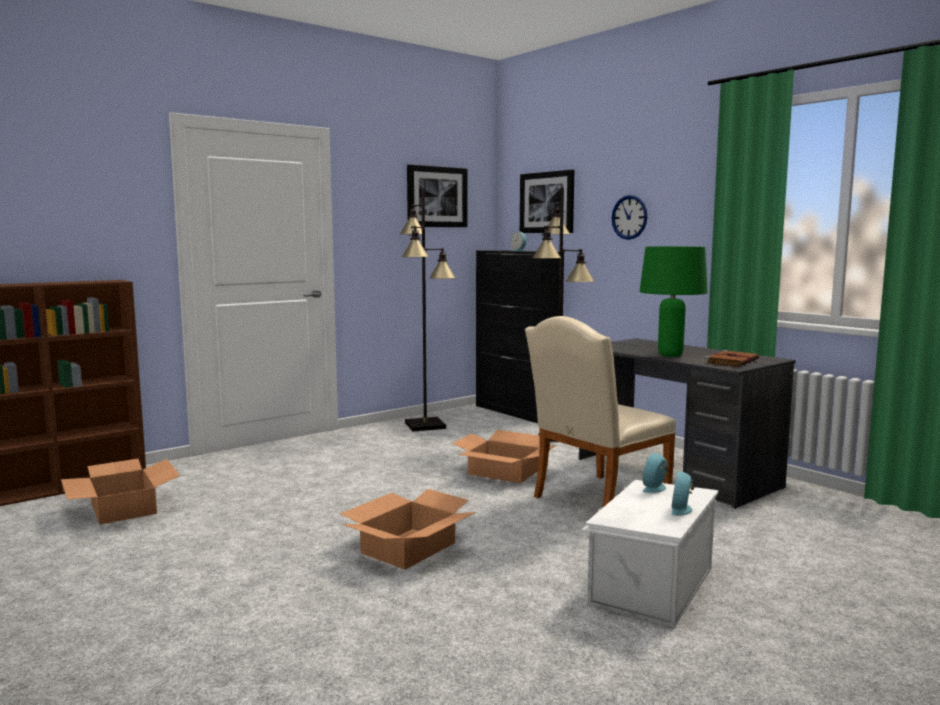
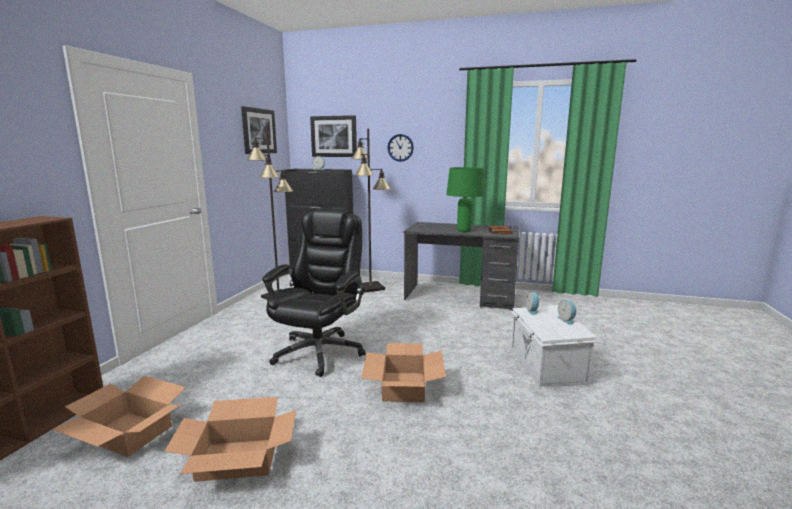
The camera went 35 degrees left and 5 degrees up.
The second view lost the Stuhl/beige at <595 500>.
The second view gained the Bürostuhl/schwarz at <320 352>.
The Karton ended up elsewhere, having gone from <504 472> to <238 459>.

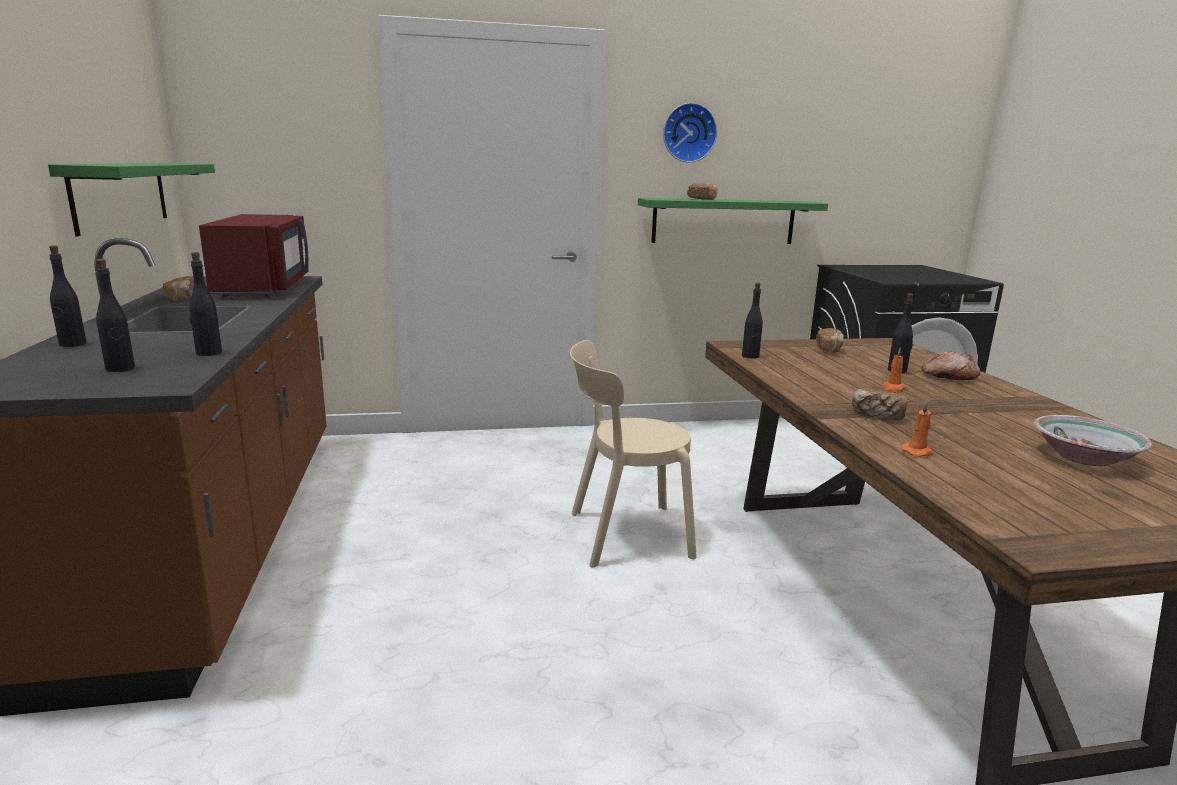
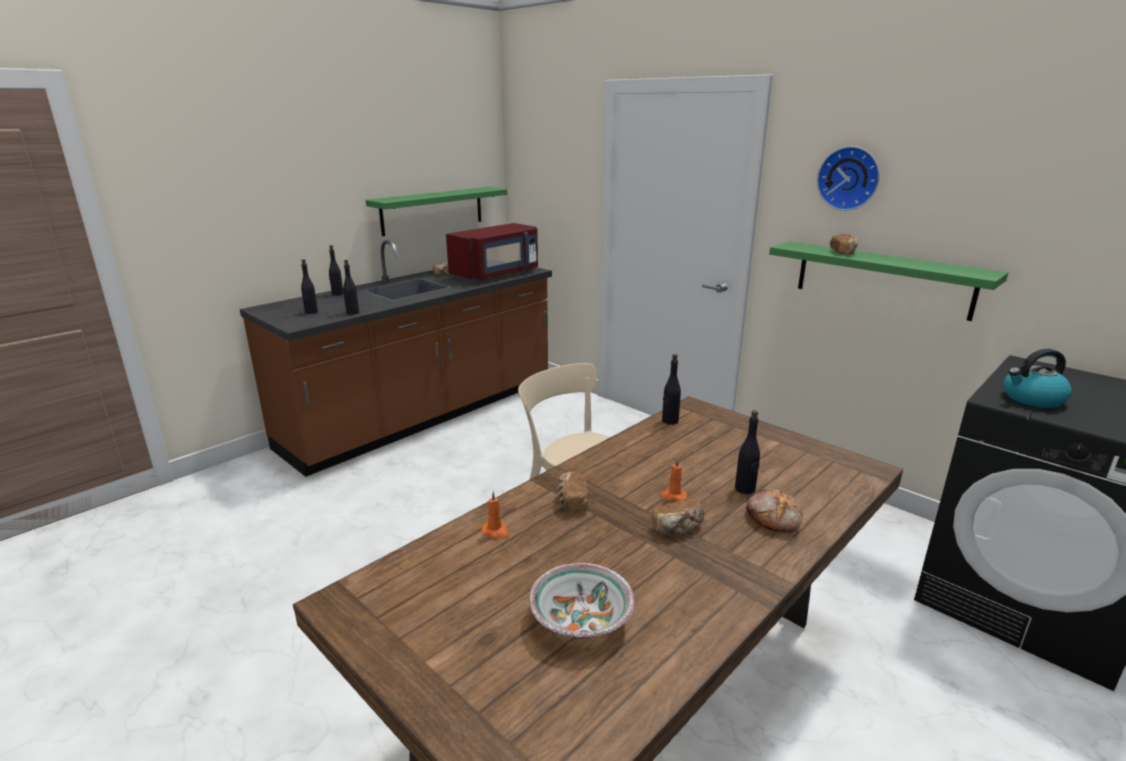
The camera went 55 degrees right and 5 degrees up.
The second view gained the Wasserkessel at <1032 399>.
The Brot ended up elsewhere, having gone from <829 349> to <677 528>.

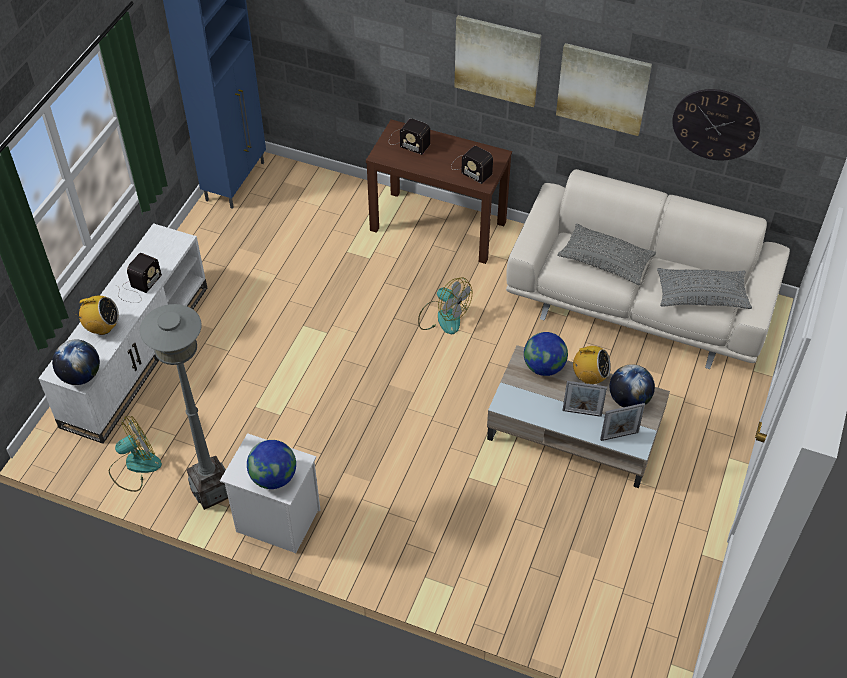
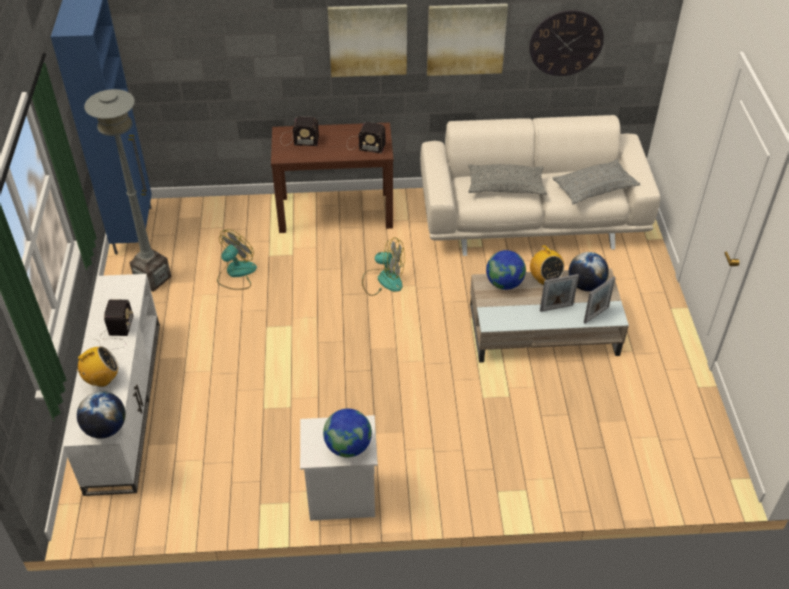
The camera went 25 degrees left and 5 degrees down.
The Ventilator ended up elsewhere, having gone from <135 466> to <236 273>.
The Stehlampe/grau ended up elsewhere, having gone from <211 491> to <152 278>.
The Radio at <589 377> ended up facing another way, 75 degrees clockwise from before.

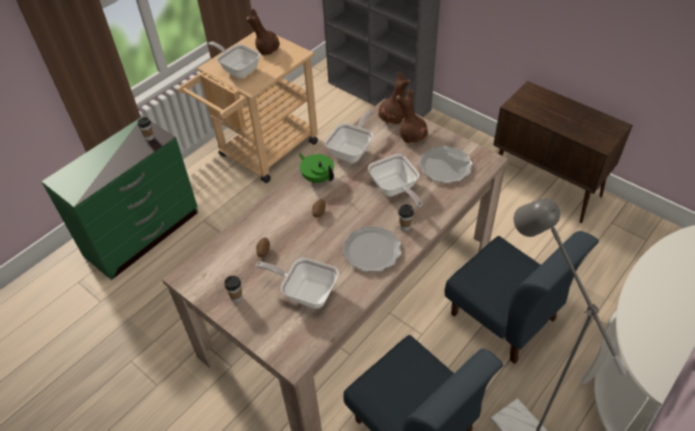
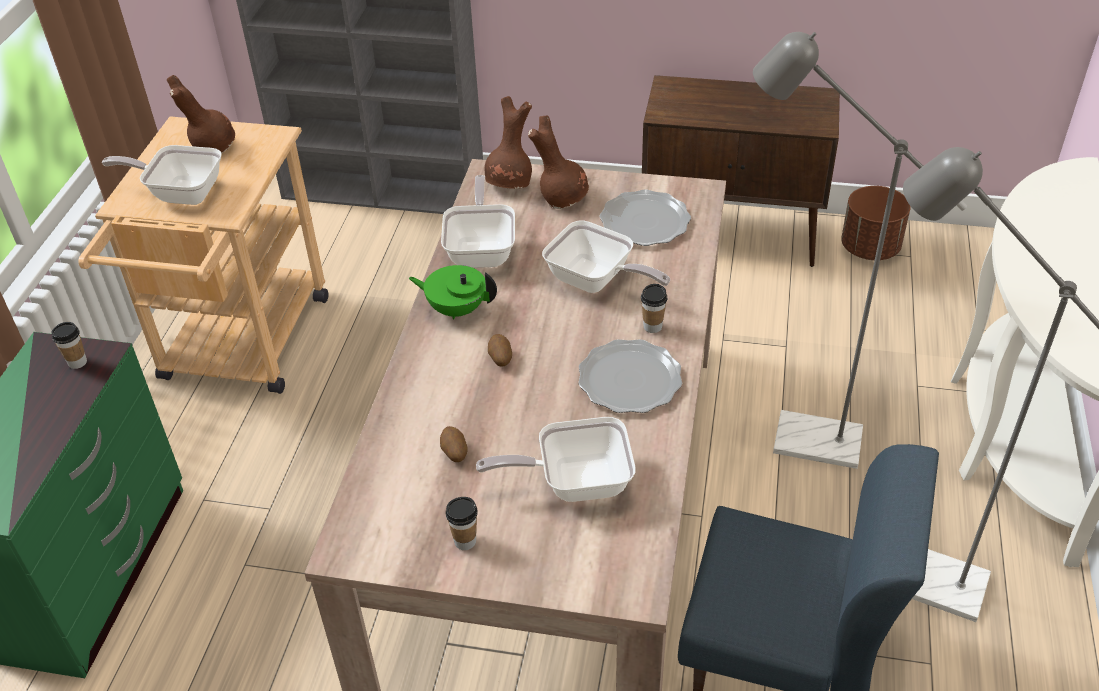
The camera went 30 degrees left and 5 degrees down.
The second view gained the Pflanzkübel/braun at <869 249>.
Where the Stuhl/blau stood at <503 317>, the Stehlampe/grau came to stand at <800 438>.

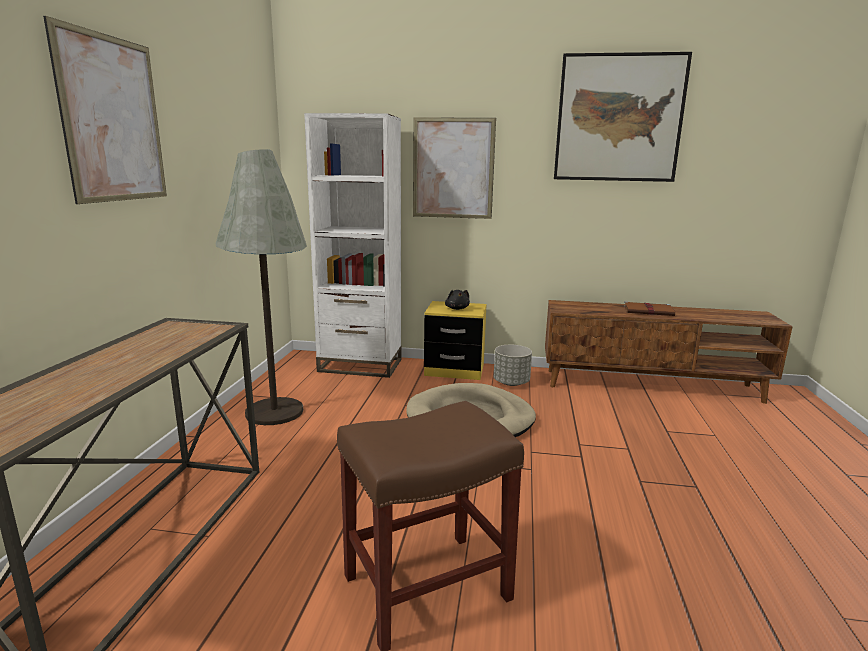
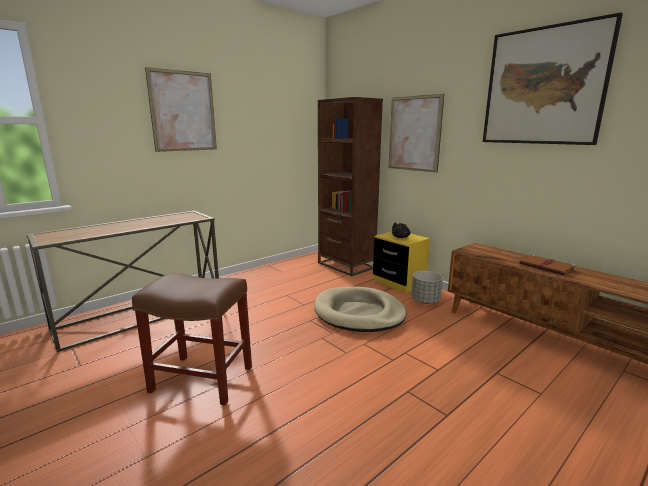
The camera went 40 degrees right and 0 degrees up.
The second view lost the Stehlampe/grau at <274 412>.
What was the Bücherregal/weiß at <360 365> turned into the Bücherregal/braun at <346 265>.

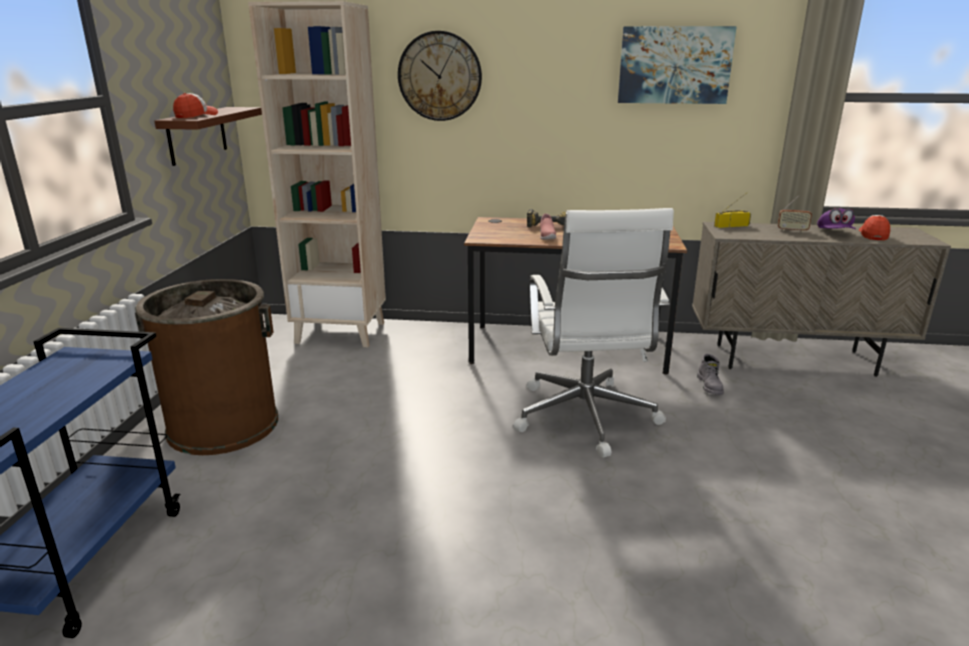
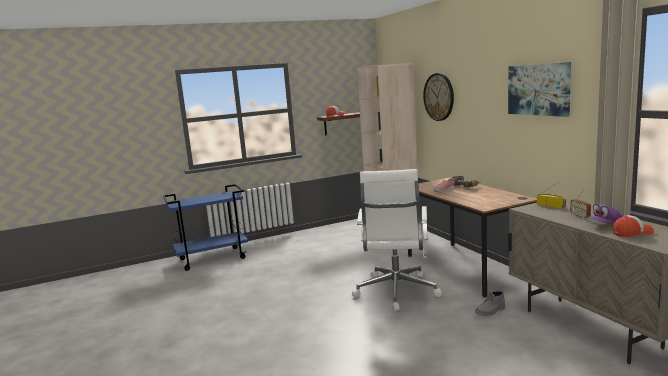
The camera went 60 degrees right and 10 degrees down.
The second view lost the Mülleimer/braun at <223 425>.
The Bürostuhl/weiß at <585 418> ended up facing another way, 45 degrees counterclockwise from before.

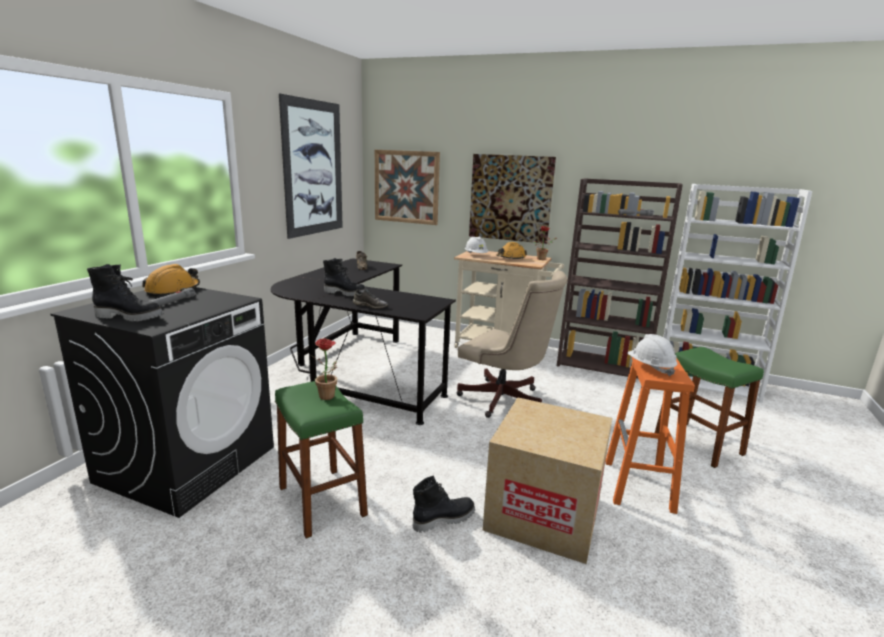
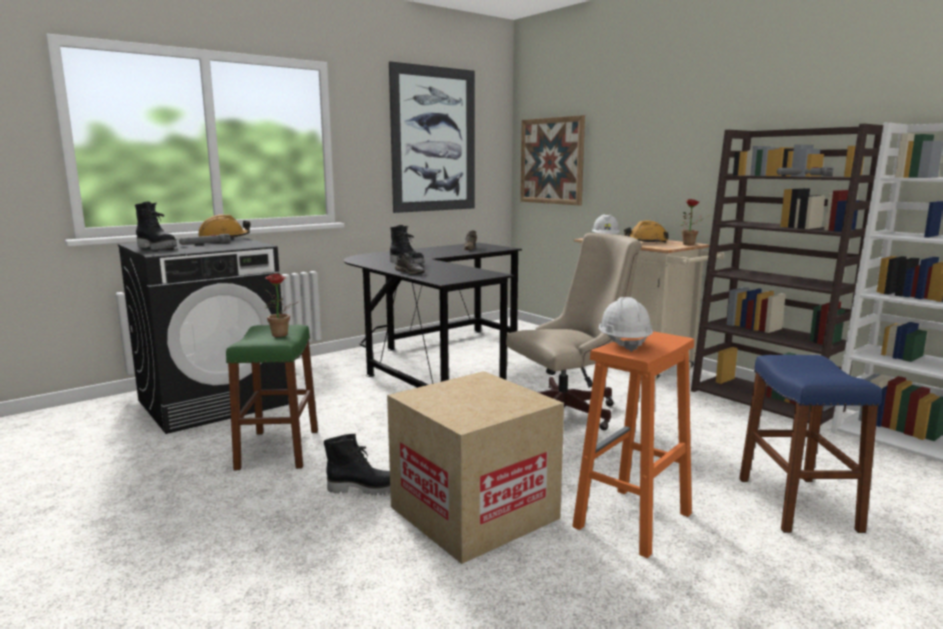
The camera went 30 degrees right and 5 degrees down.
The second view lost the Bild at <510 198>.
What was the Hocker/grün at <698 444> turned into the Hocker/blau at <797 504>.
The Bürostuhl/beige at <505 401> ended up facing another way, 90 degrees counterclockwise from before.

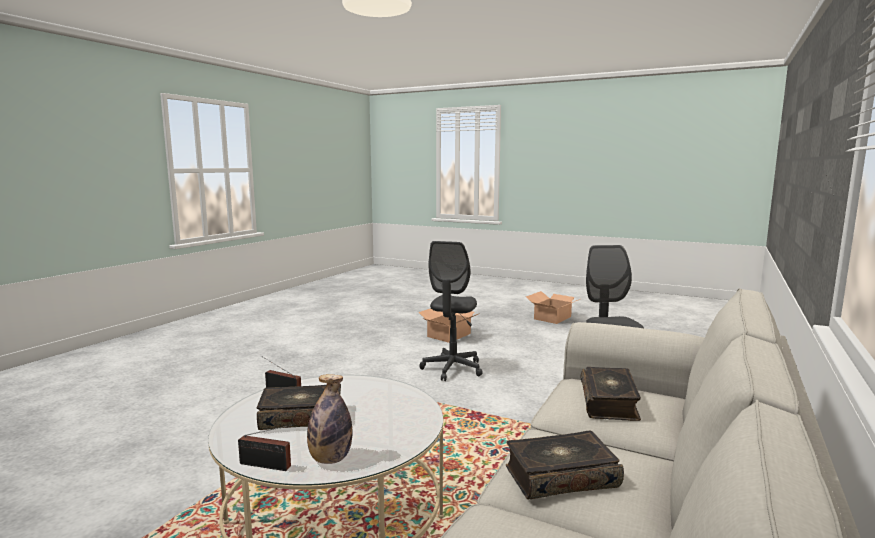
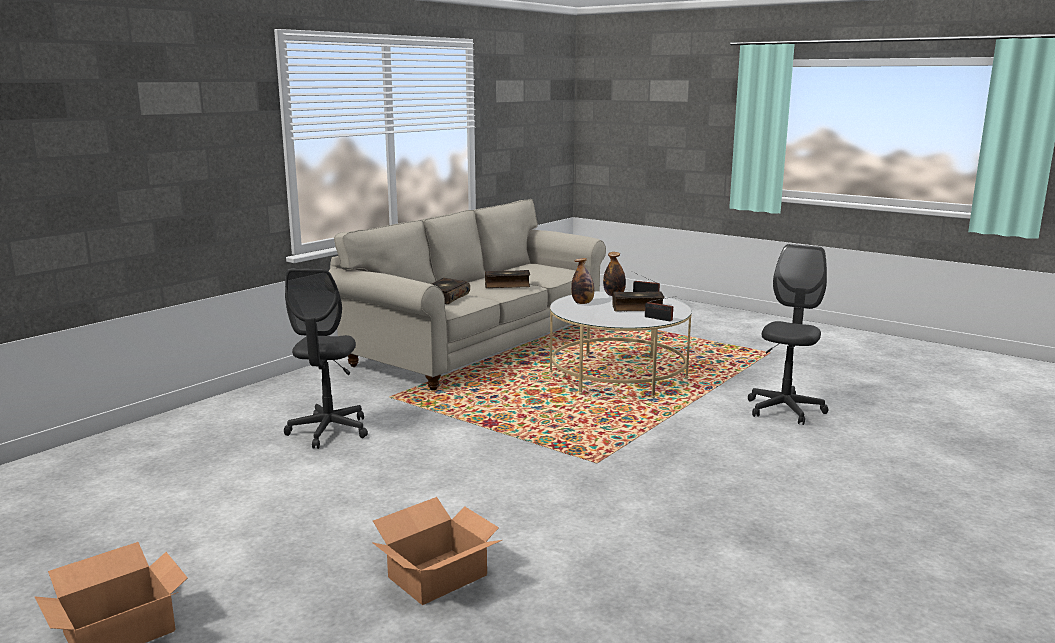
The camera went 170 degrees left and 5 degrees up.
The second view gained the Flasche at <582 303>.
The Bürostuhl/grau ended up elsewhere, having gone from <452 369> to <784 410>.

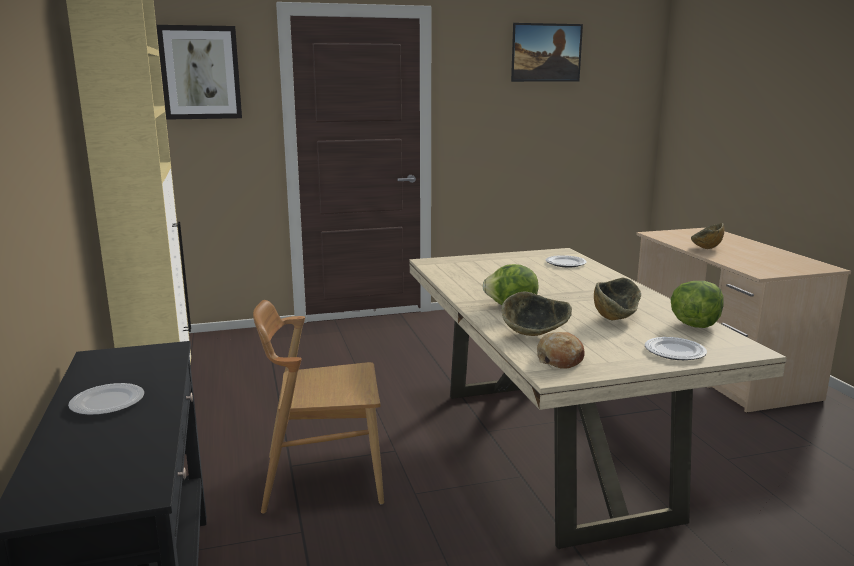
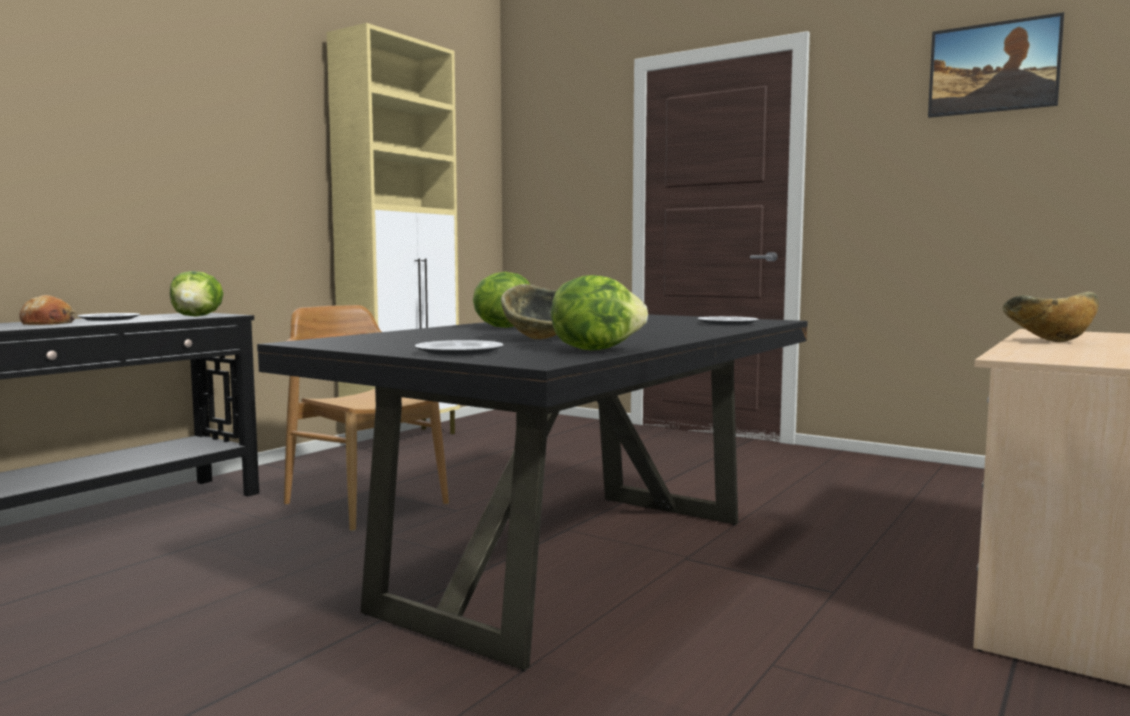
The camera went 50 degrees right and 10 degrees down.
The second view lost the Bild at <200 73>.
The second view lost the Schüssel at <534 336>.
The second view gained the Salatkopf at <197 316>.
The Brot ended up elsewhere, having gone from <560 359> to <48 323>.
What was the Esstisch/beige at <551 451> turned into the Esstisch/schwarz at <576 564>.

